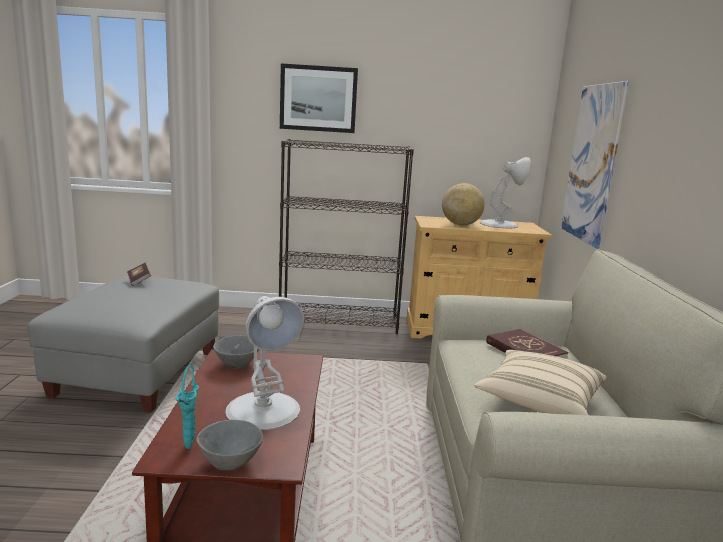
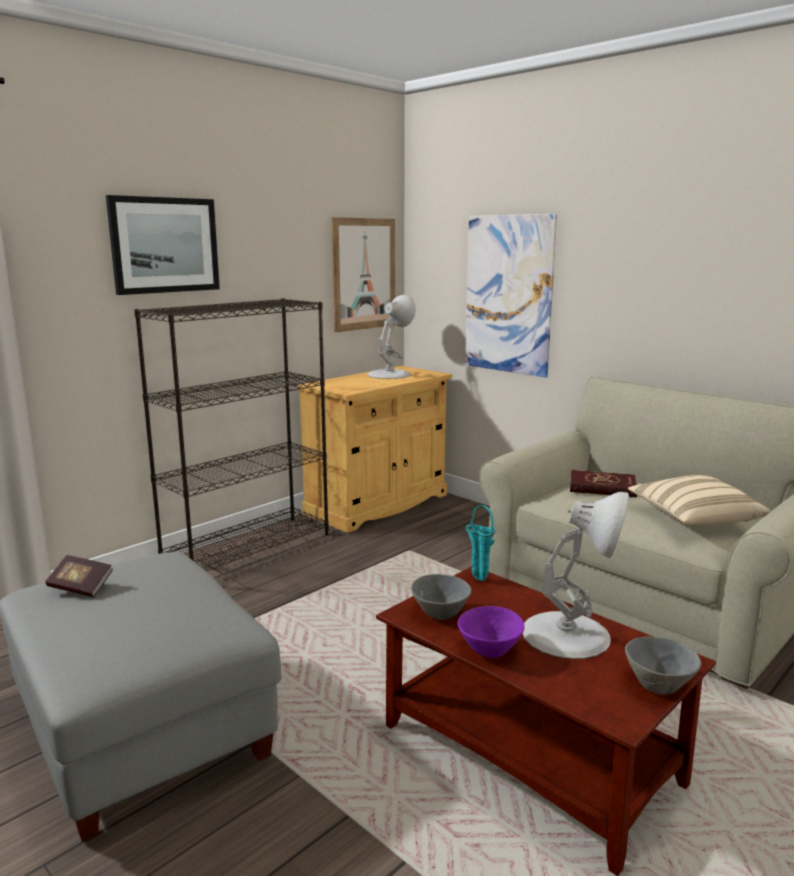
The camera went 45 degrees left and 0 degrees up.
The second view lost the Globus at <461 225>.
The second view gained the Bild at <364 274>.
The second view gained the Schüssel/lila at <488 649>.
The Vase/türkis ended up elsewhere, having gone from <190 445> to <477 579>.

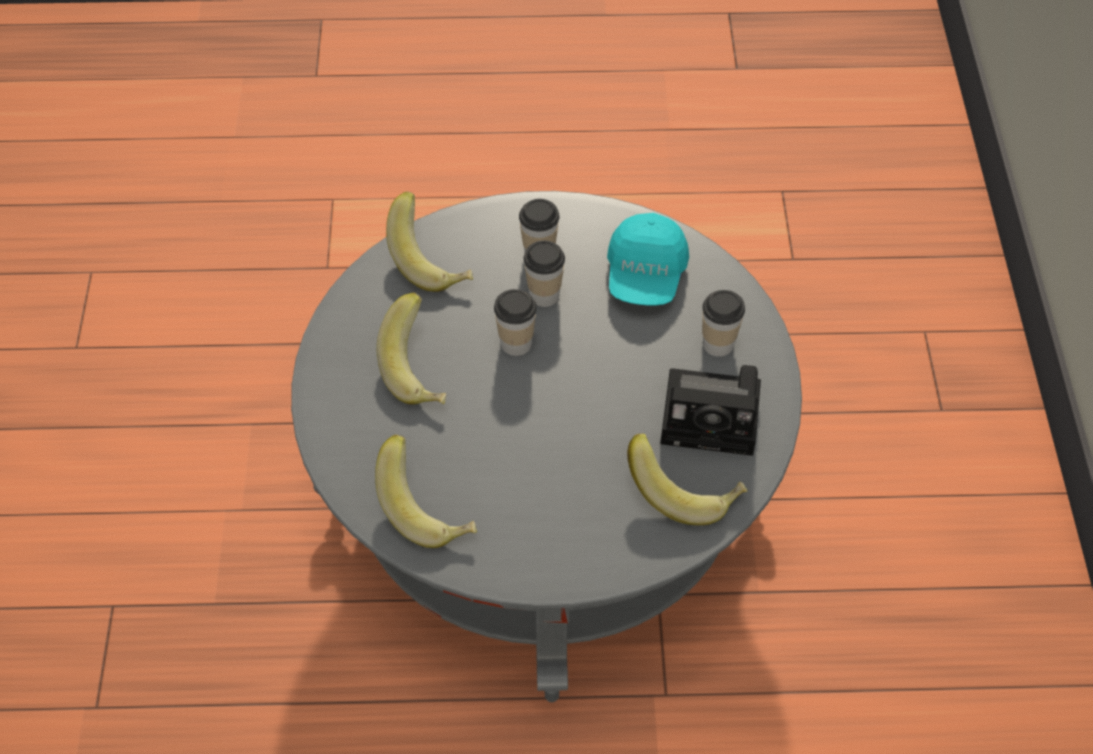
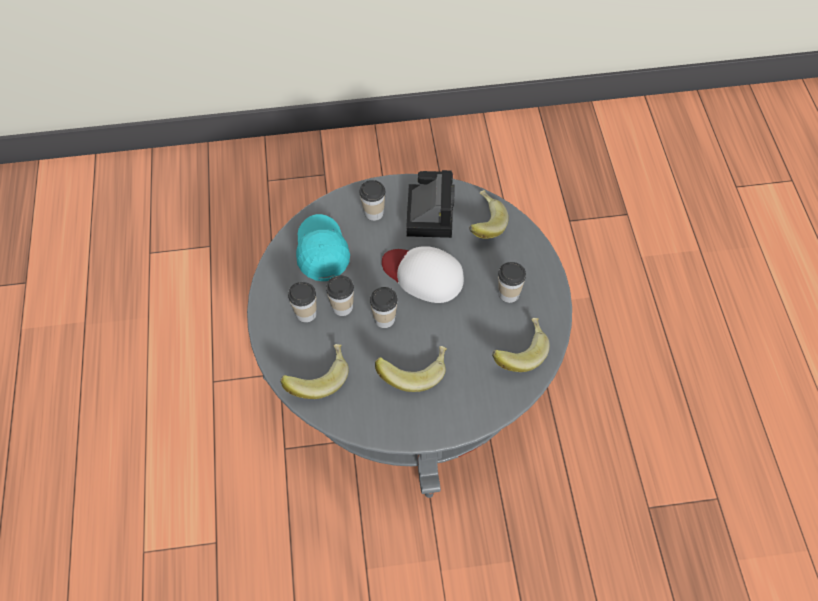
The camera went 95 degrees left and 5 degrees up.
The second view gained the Kappe/weiß at <423 275>.
The second view gained the Tasse at <509 294>.
The Kappe/türkis at <645 275> ended up facing another way, 105 degrees counterclockwise from before.

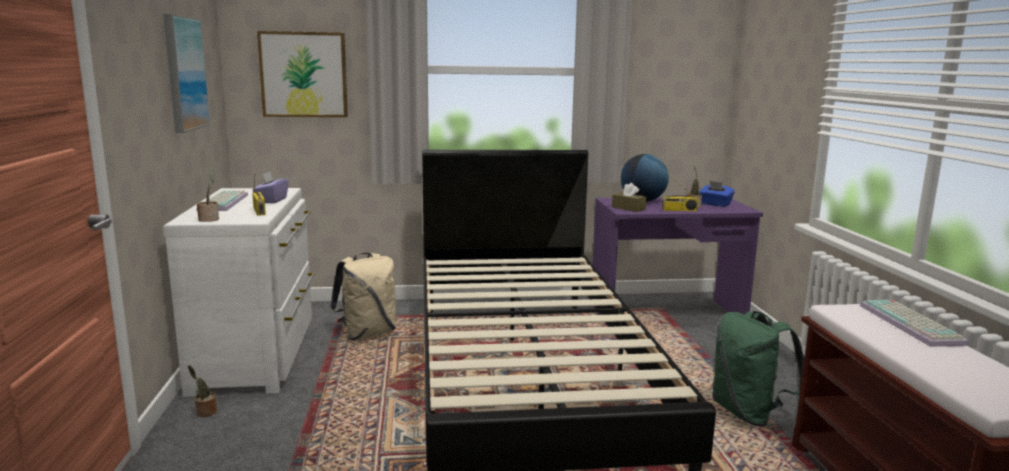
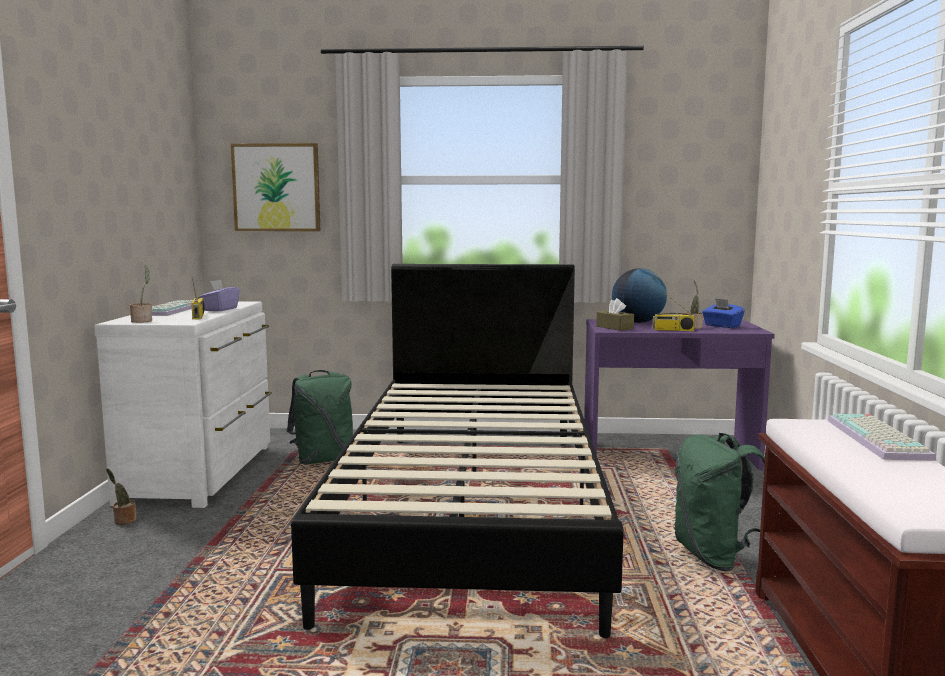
The camera went 10 degrees right and 5 degrees down.
The second view lost the Bild at <184 73>.
What was the Rucksack/beige at <367 334> turned into the Rucksack/grün at <323 459>.

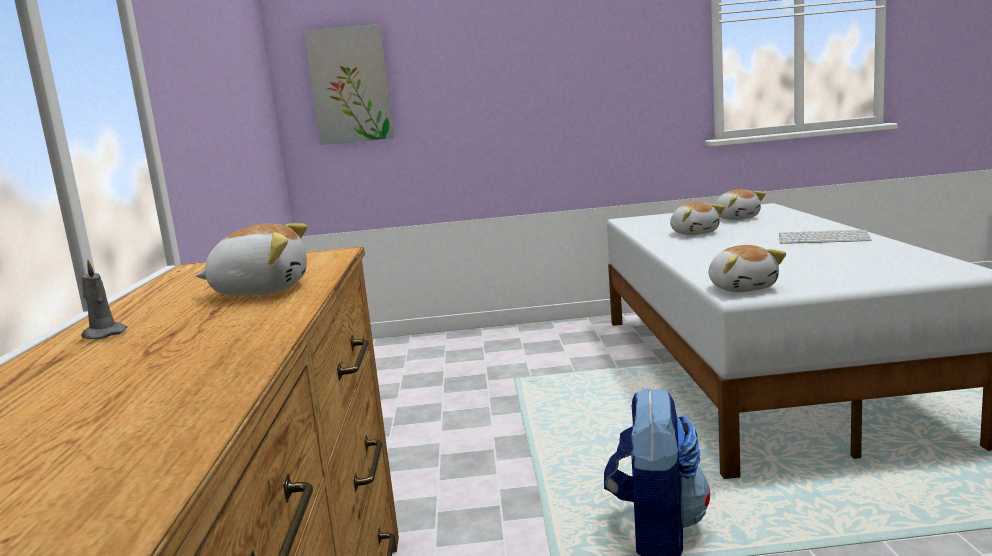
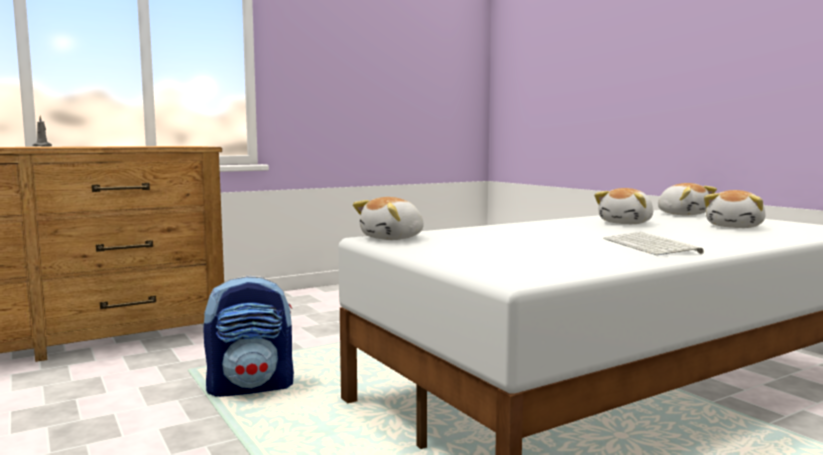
The camera went 60 degrees right and 5 degrees down.
The second view lost the Bild at <350 85>.
The Plüschtier ended up elsewhere, having gone from <261 290> to <682 214>.

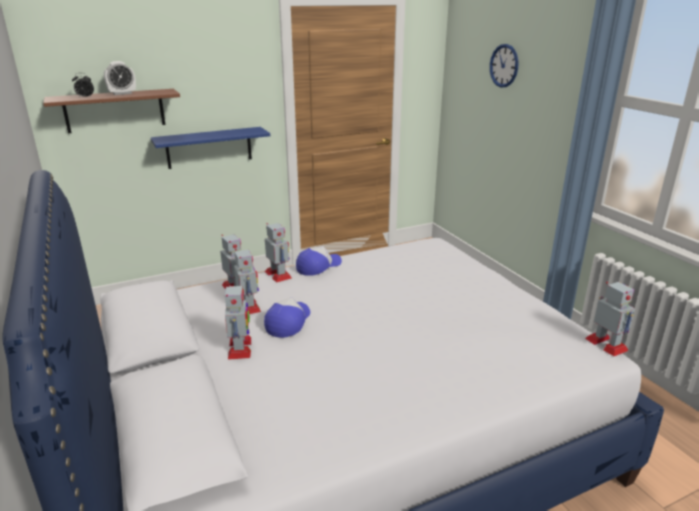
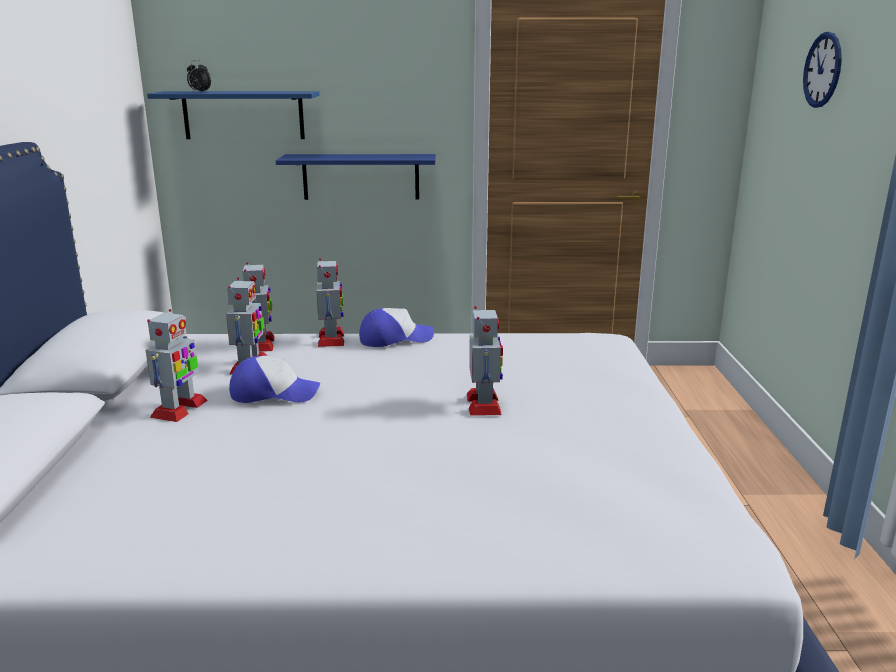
The camera went 25 degrees right and 5 degrees down.
The second view lost the Wecker at <122 94>.
The Spielzeugroboter ended up elsewhere, having gone from <607 344> to <484 404>.
What was the Wandregal/braun at <115 110> turned into the Wandregal/blau at <243 115>.
The Kappe at <288 322> ended up facing another way, 45 degrees clockwise from before.

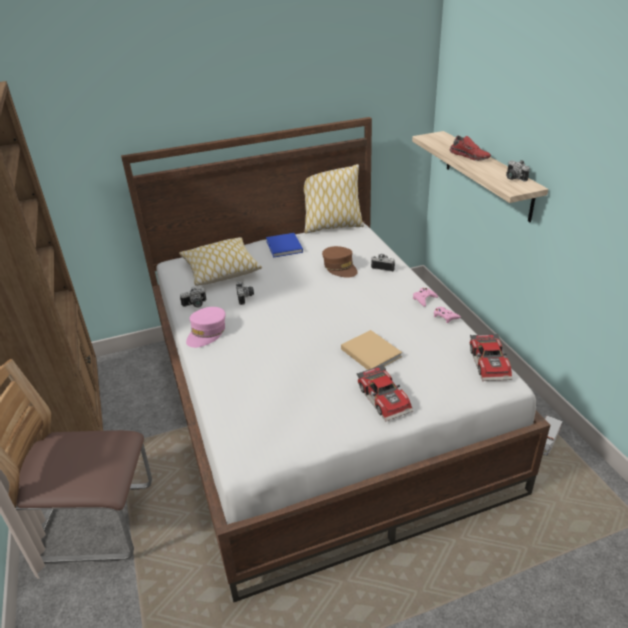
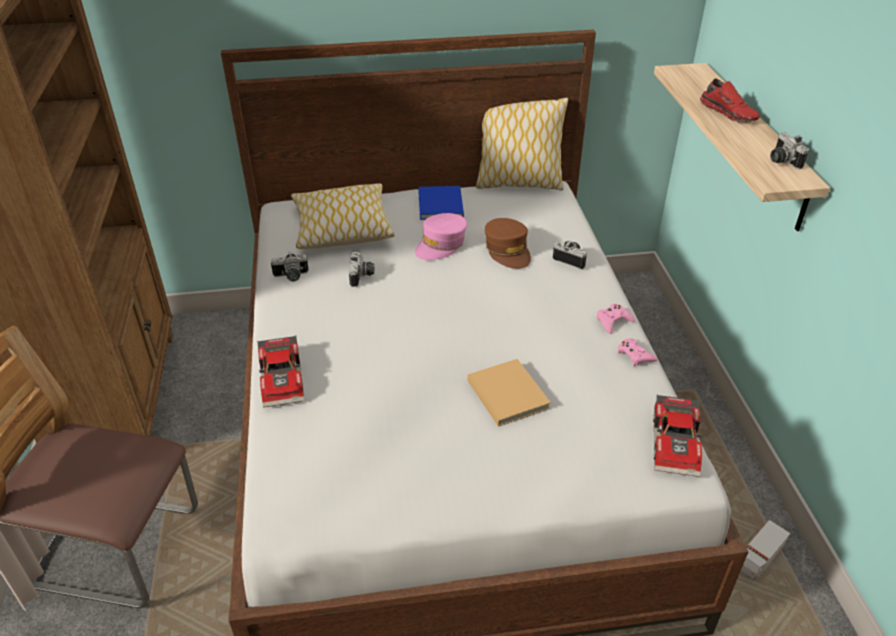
The camera went 10 degrees right and 5 degrees up.
The Kappe/rosa ended up elsewhere, having gone from <207 333> to <441 245>.
The Spielzeugauto ended up elsewhere, having gone from <385 398> to <284 378>.

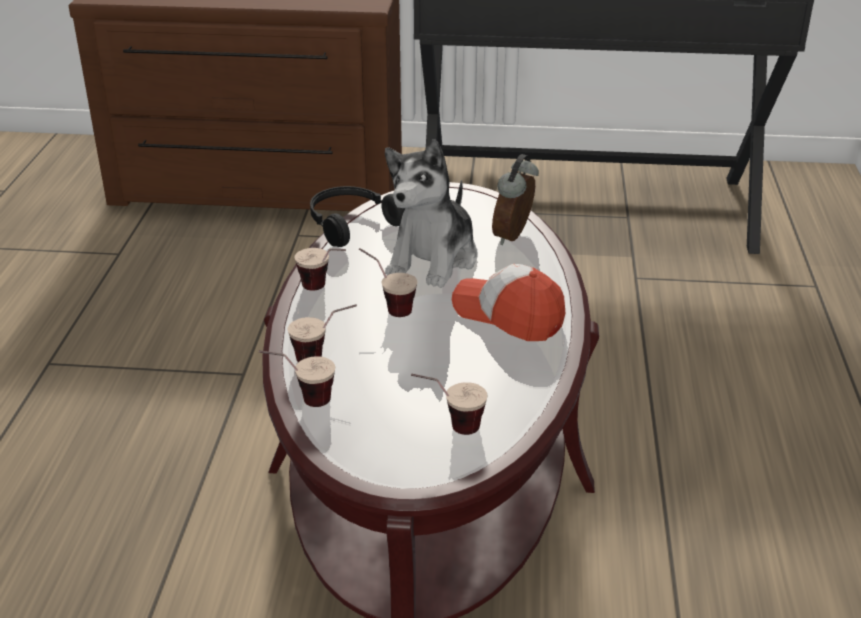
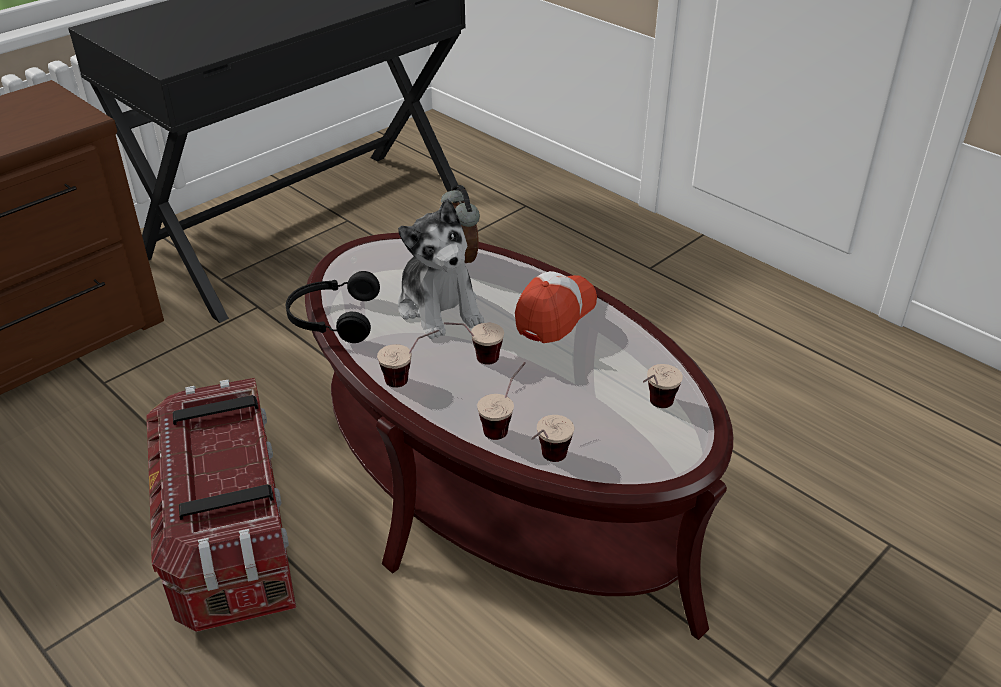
The camera went 50 degrees left and 5 degrees up.
The second view gained the Aufbewahrungsbox at <231 536>.
The Kappe at <508 315> ended up facing another way, 135 degrees clockwise from before.

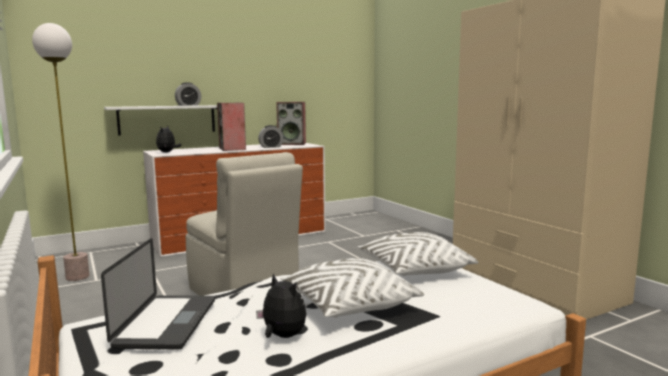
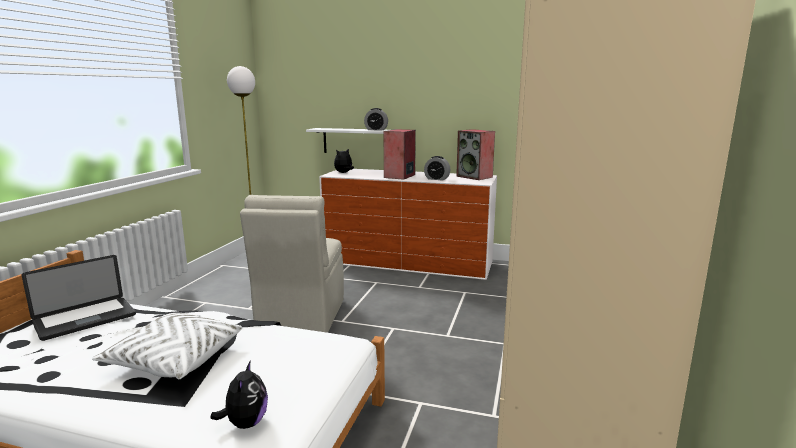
The camera went 45 degrees right and 5 degrees up.
The second view lost the Kissen/weiß at <414 270>.
The Plüschtier ended up elsewhere, having gone from <282 336> to <245 423>.

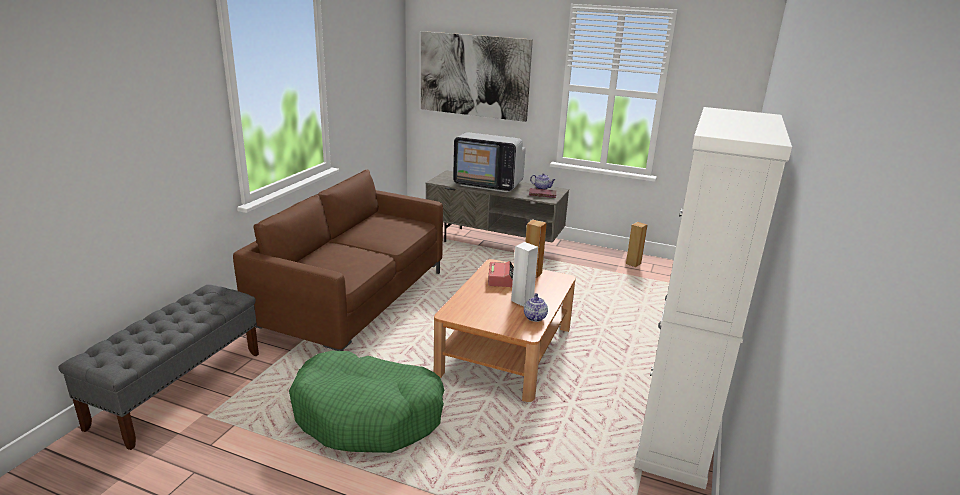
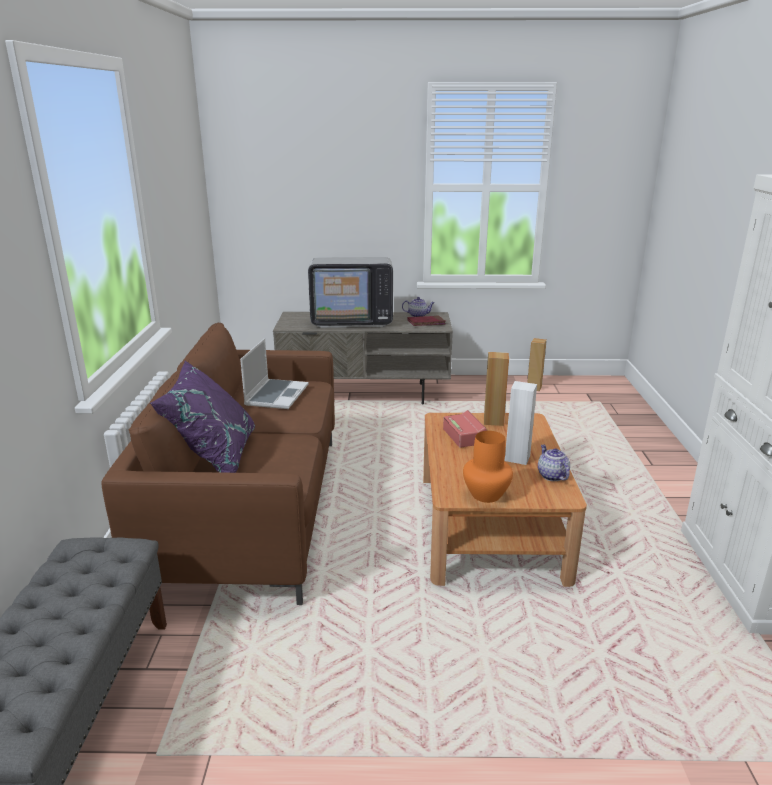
The camera went 20 degrees left and 0 degrees up.
The second view lost the Hundebett/grün at <368 415>.
The second view lost the Bild at <474 75>.
The second view gained the Kissen/lila at <213 456>.
The second view gained the Laptop at <276 395>.
The second view gained the Vase/orange at <486 494>.

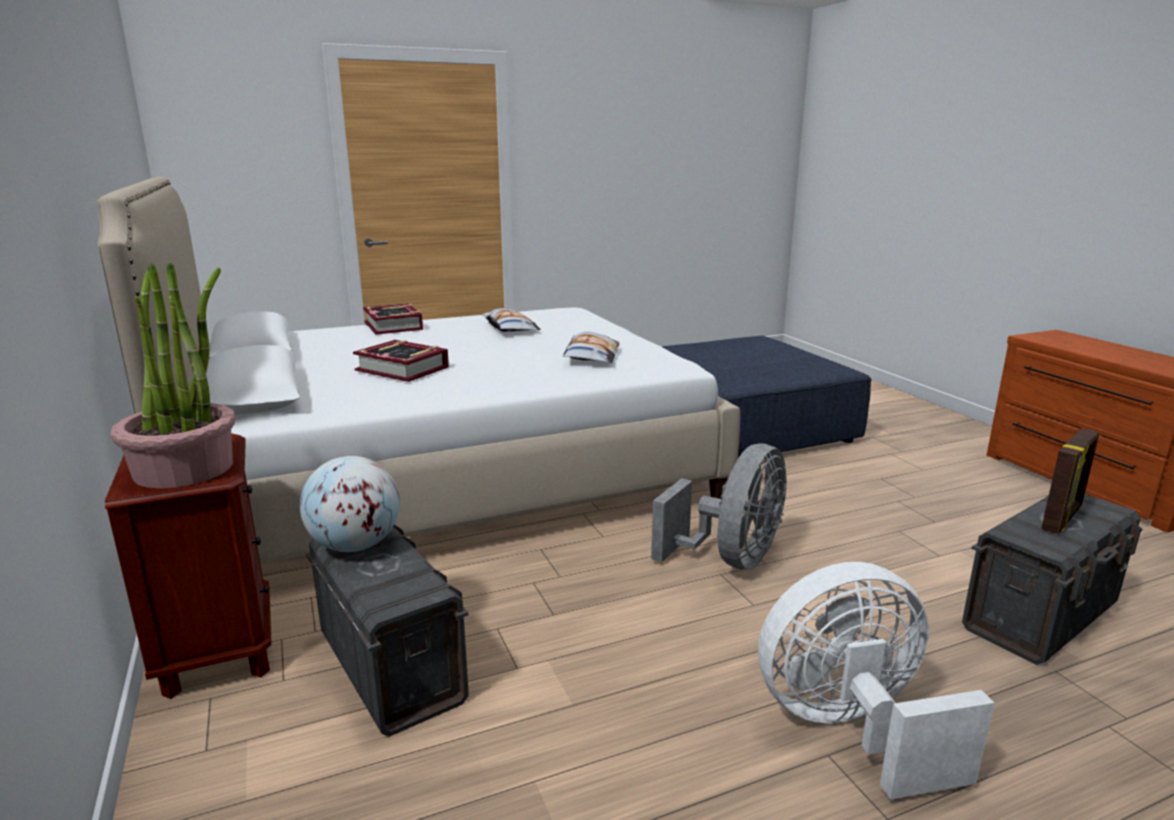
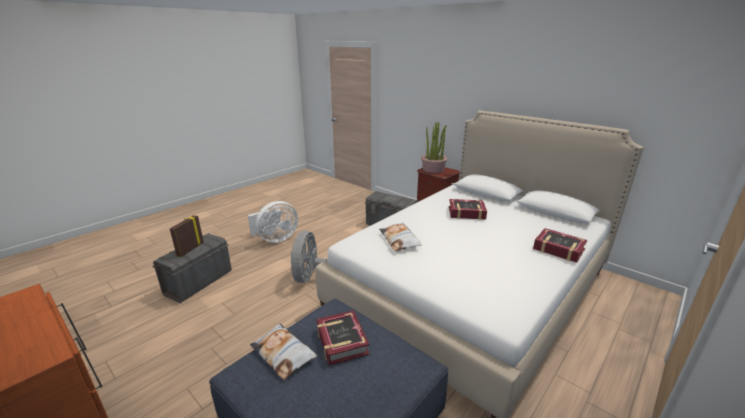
The camera went 155 degrees right and 5 degrees up.
The second view lost the Globus at <355 546>.
The second view gained the Buch at <341 341>.
The Kissen ended up elsewhere, having gone from <510 328> to <283 354>.

